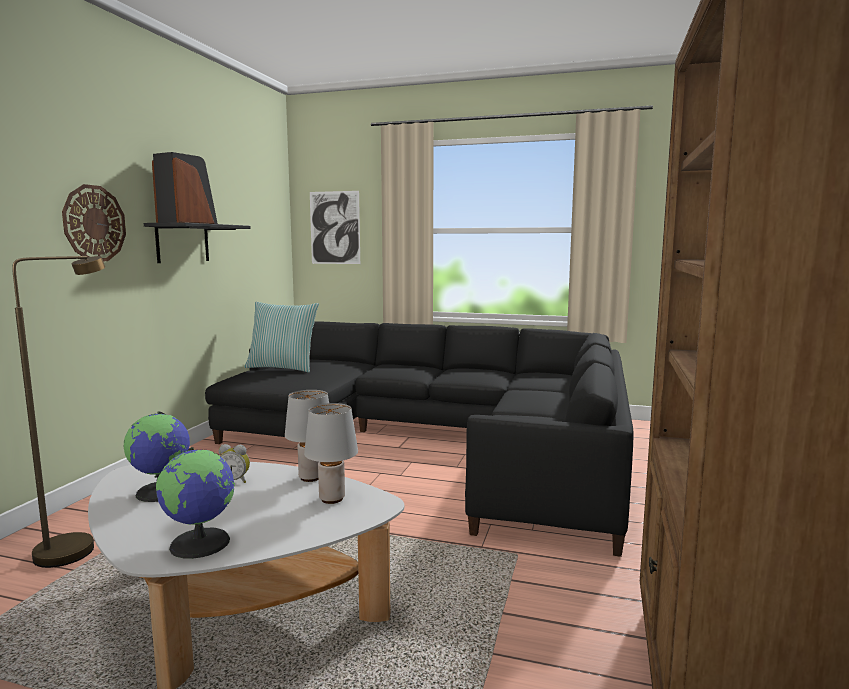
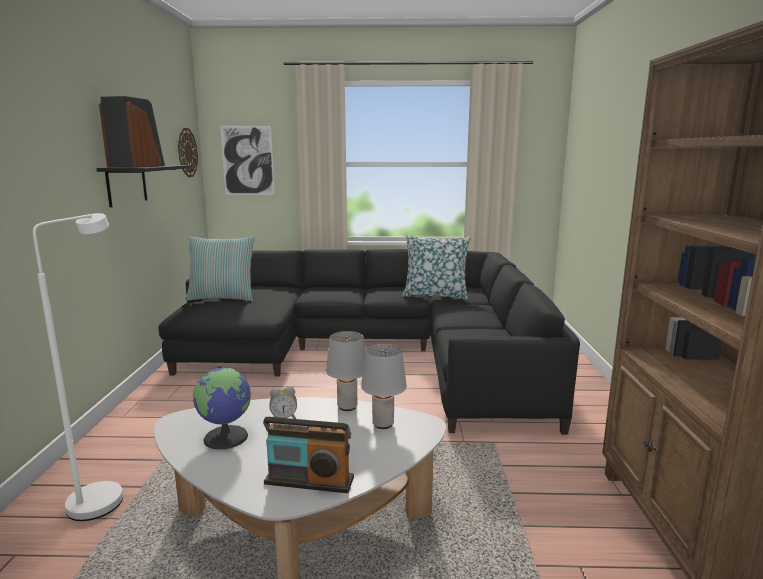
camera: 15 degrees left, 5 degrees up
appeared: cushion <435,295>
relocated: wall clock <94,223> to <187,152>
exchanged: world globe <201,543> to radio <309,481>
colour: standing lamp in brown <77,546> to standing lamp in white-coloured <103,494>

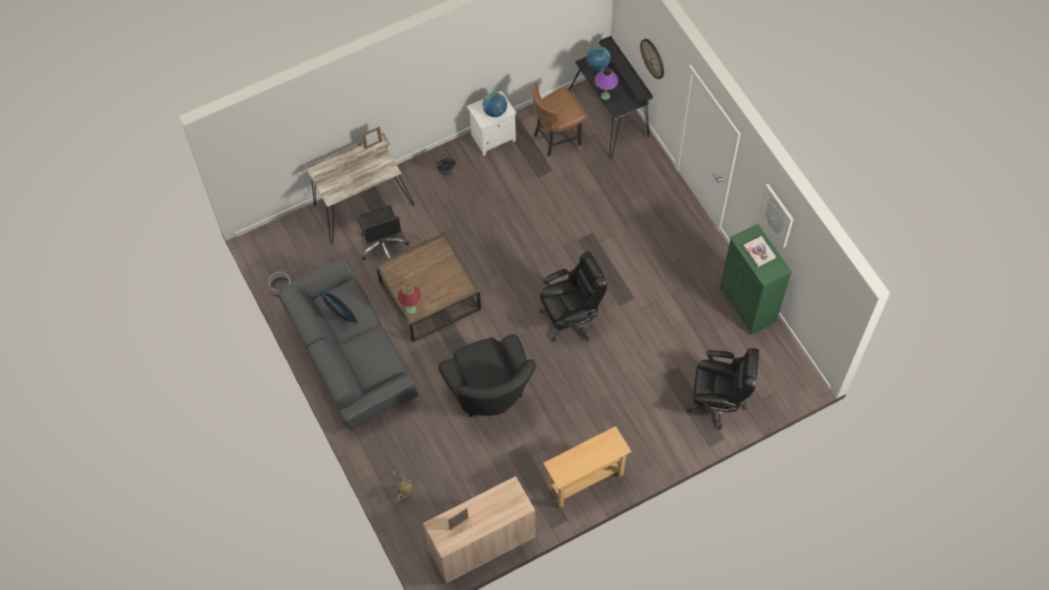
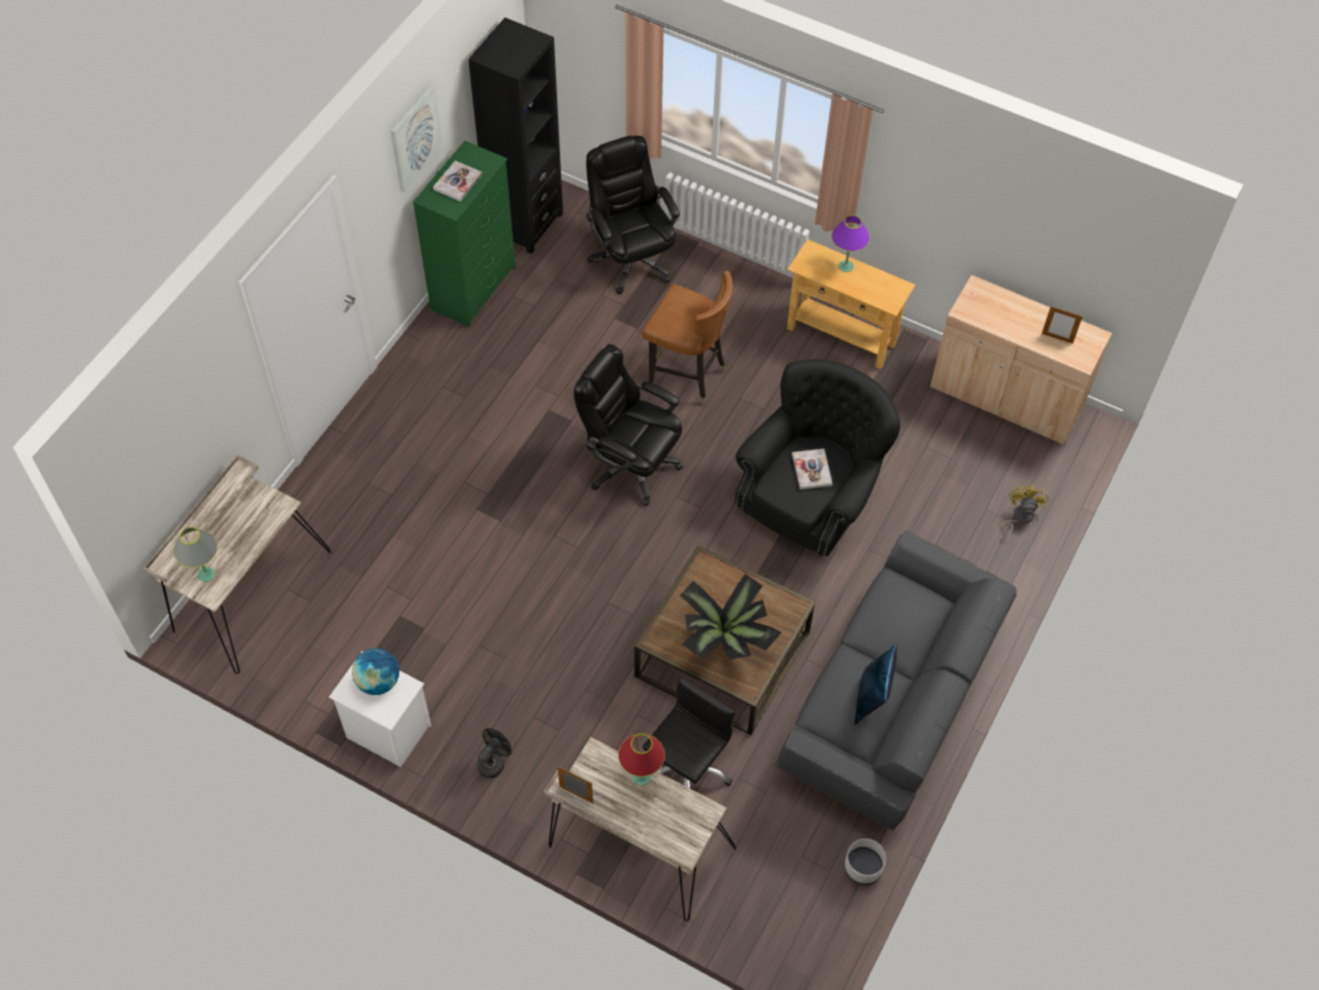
camera: 125 degrees left, 5 degrees down
missing: wall clock <653,58>
appeared: shelving unit in black-coloured <525,223>; plant in a pot <725,638>; volume <811,470>
relocated: lamp for a table in reddish <411,309> to <641,777>; plain chair in brown <556,141> to <686,376>; lamp for a table in purple-coloured <605,96> to <845,266>
exchanged: world globe <597,65> to lamp for a table in grey <206,574>
colour: desk in black-coloured <610,115> to desk in beige-coloured <248,592>

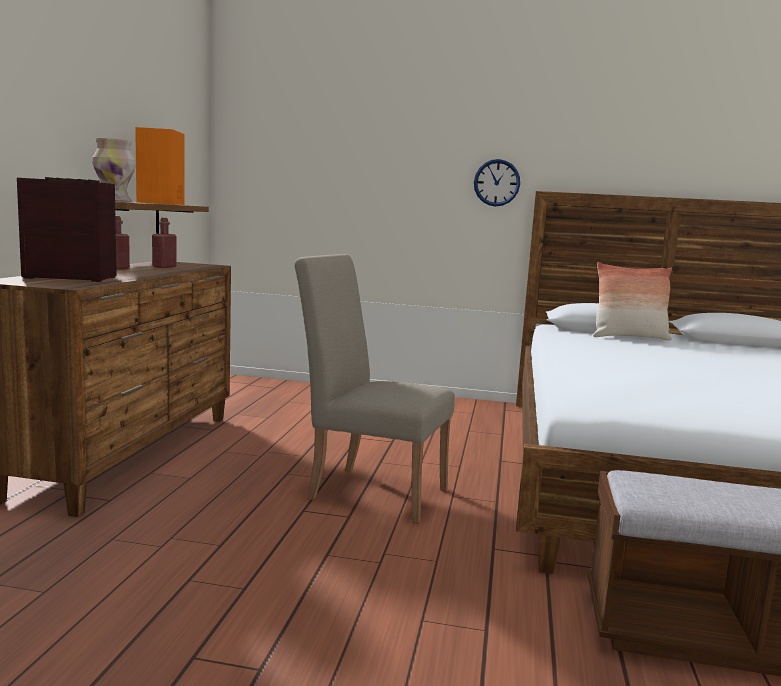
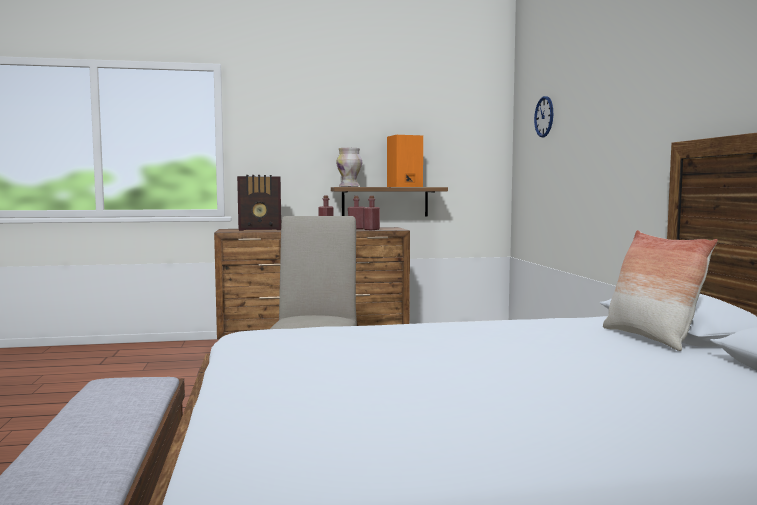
camera: 70 degrees right, 5 degrees down
appeared: beverage bottle in reddish <371,229>
relocated: wall clock <496,183> to <544,116>
spun: radio <69,277> = <261,229> 105 degrees clockwise

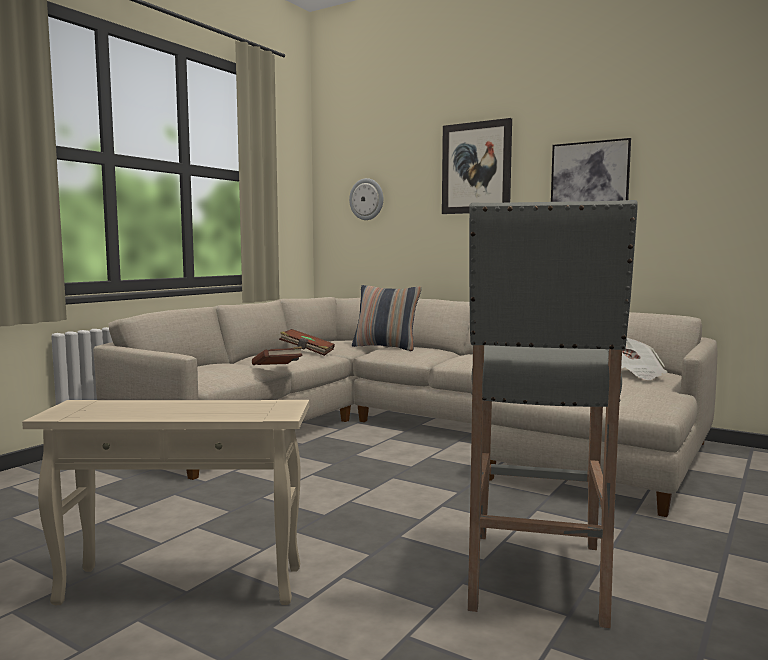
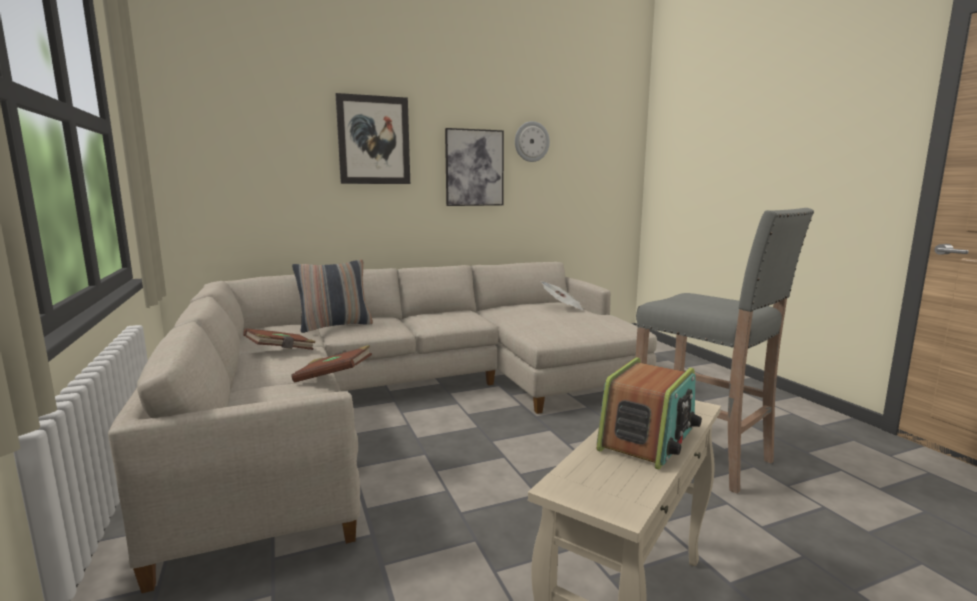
camera: 55 degrees left, 5 degrees up
appeared: radio <648,438>
relocated: wall clock <367,199> to <531,141>

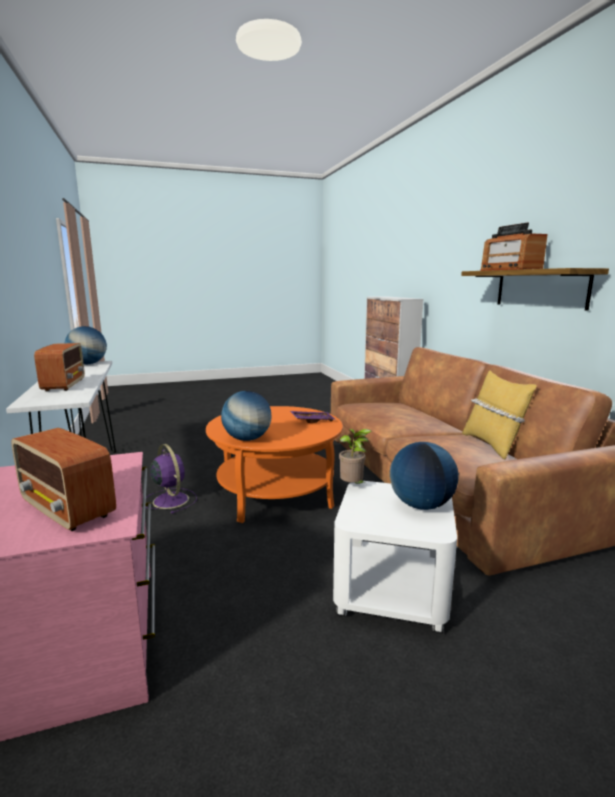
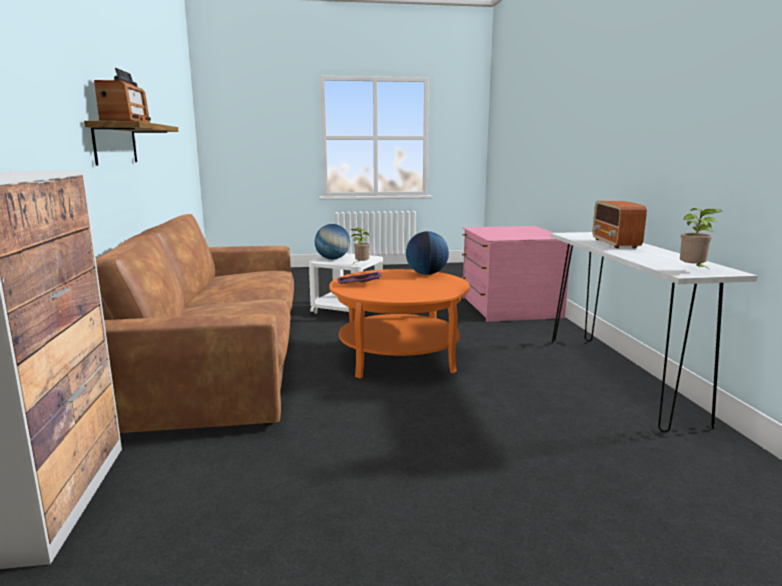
camera: 170 degrees left, 0 degrees up
missing: radio <68,509>; fan in purple-coloured <170,500>; cushion in yellow-coloured <492,445>
exchanged: world globe <88,364> to plant in a pot <693,270>

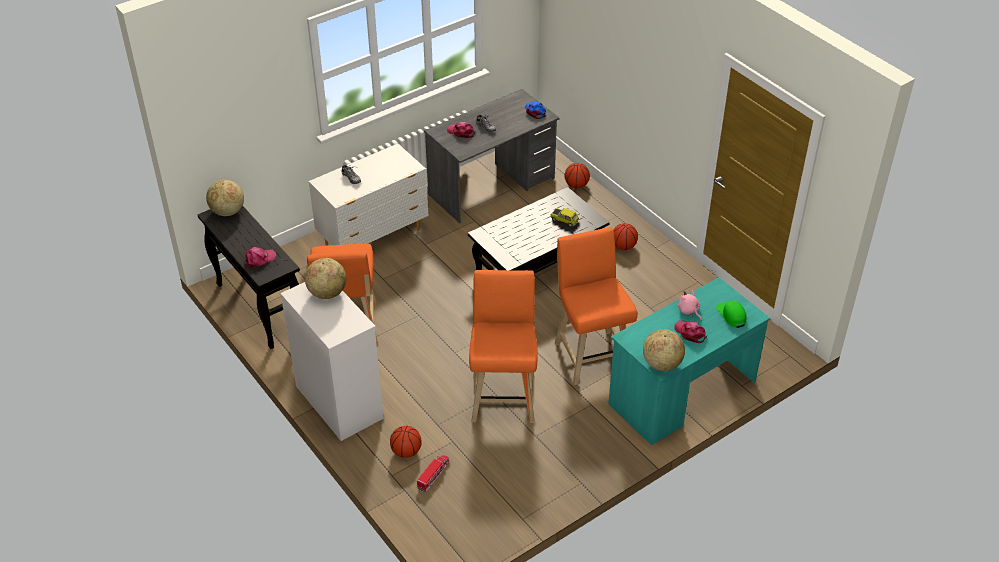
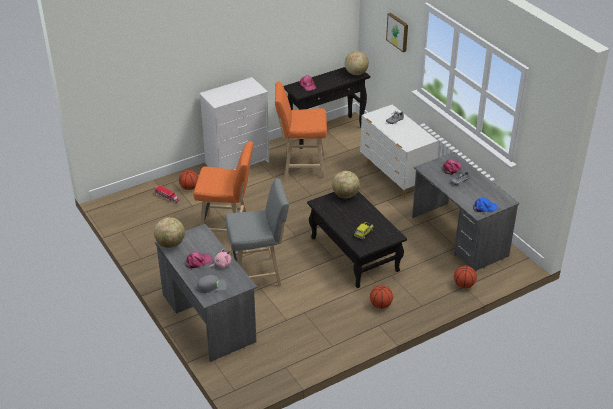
camera: 95 degrees right, 5 degrees down
appeared: wall picture <398,32>
relocated: world globe <327,293> to <345,195>
colour: stool seat in orangey <590,354> to stool seat in grey <258,274>; desk in blue-green <682,393> to desk in grey <208,318>; cap in greenish <731,315> to cap in grey <211,286>

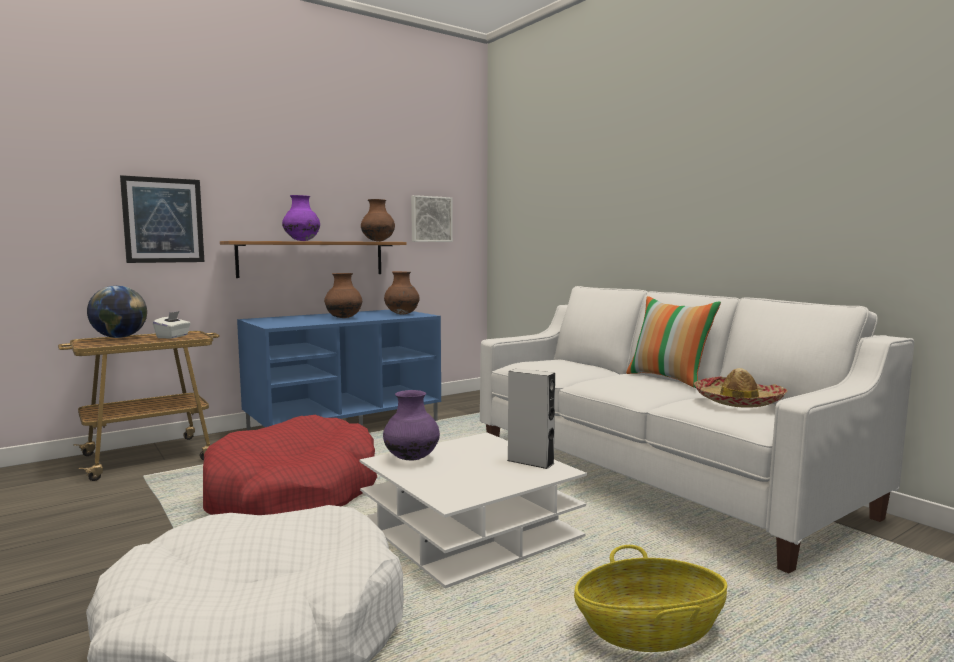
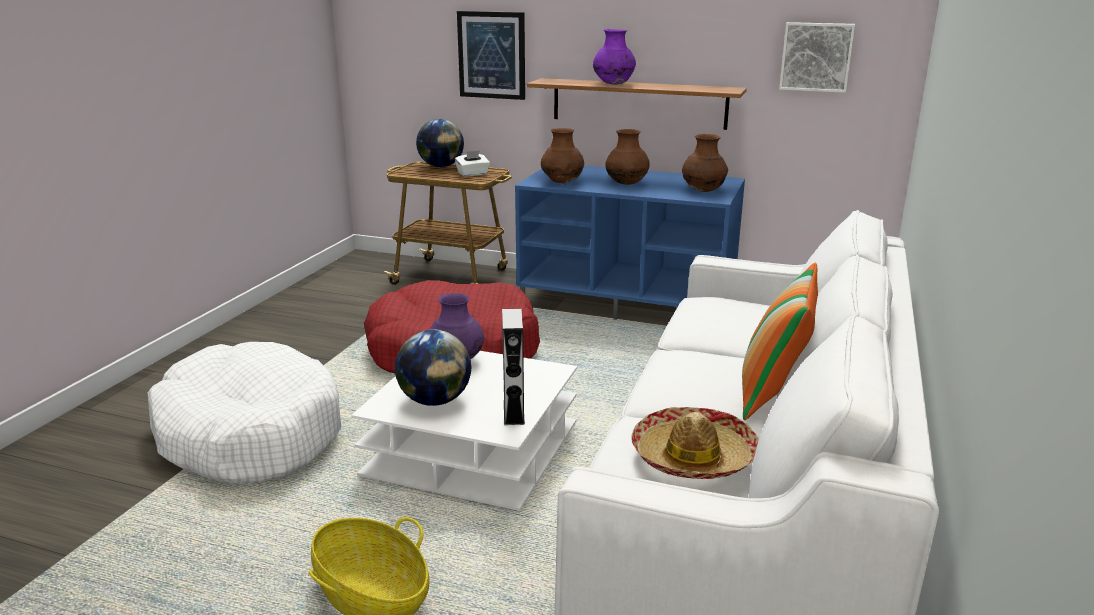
camera: 55 degrees right, 15 degrees up
appeared: world globe <435,400>
relocated: vase in brown <378,241> to <562,182>

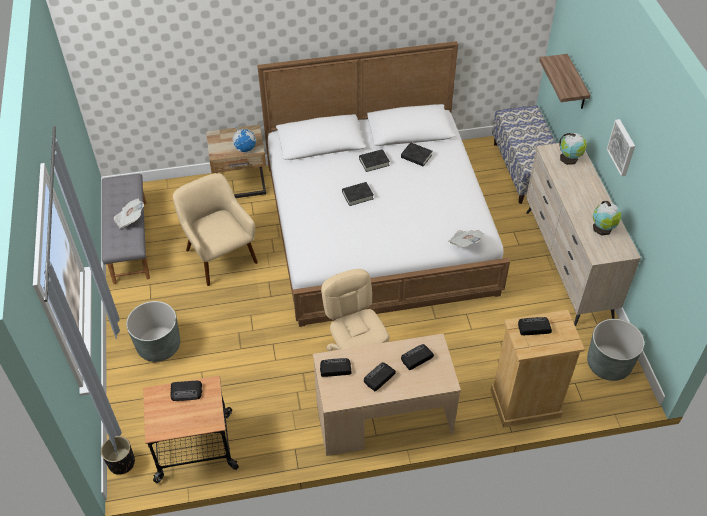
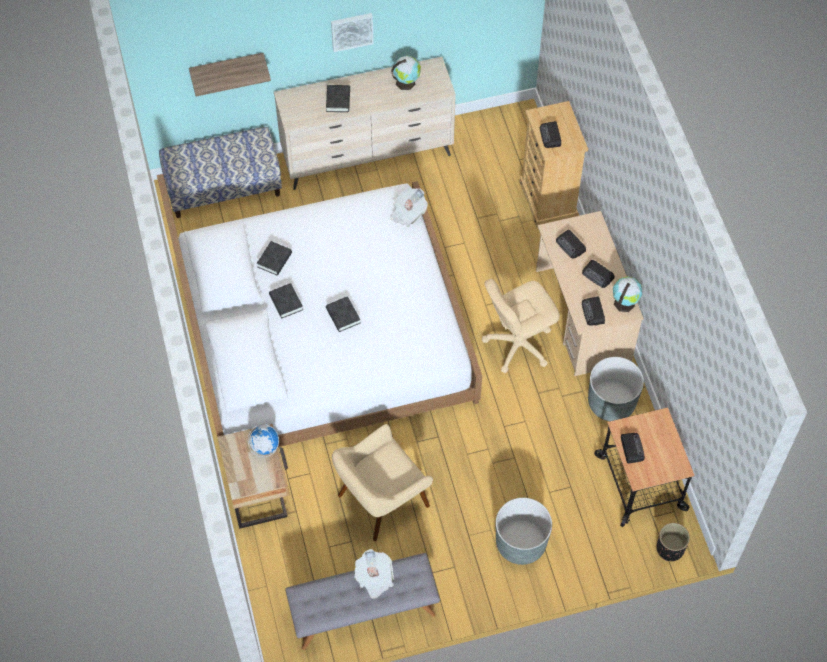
camera: 95 degrees left, 10 degrees up
appeared: volume in black-coloured <338,100>
relocated: world globe <569,159> to <624,302>; planter in grey <608,364> to <611,402>

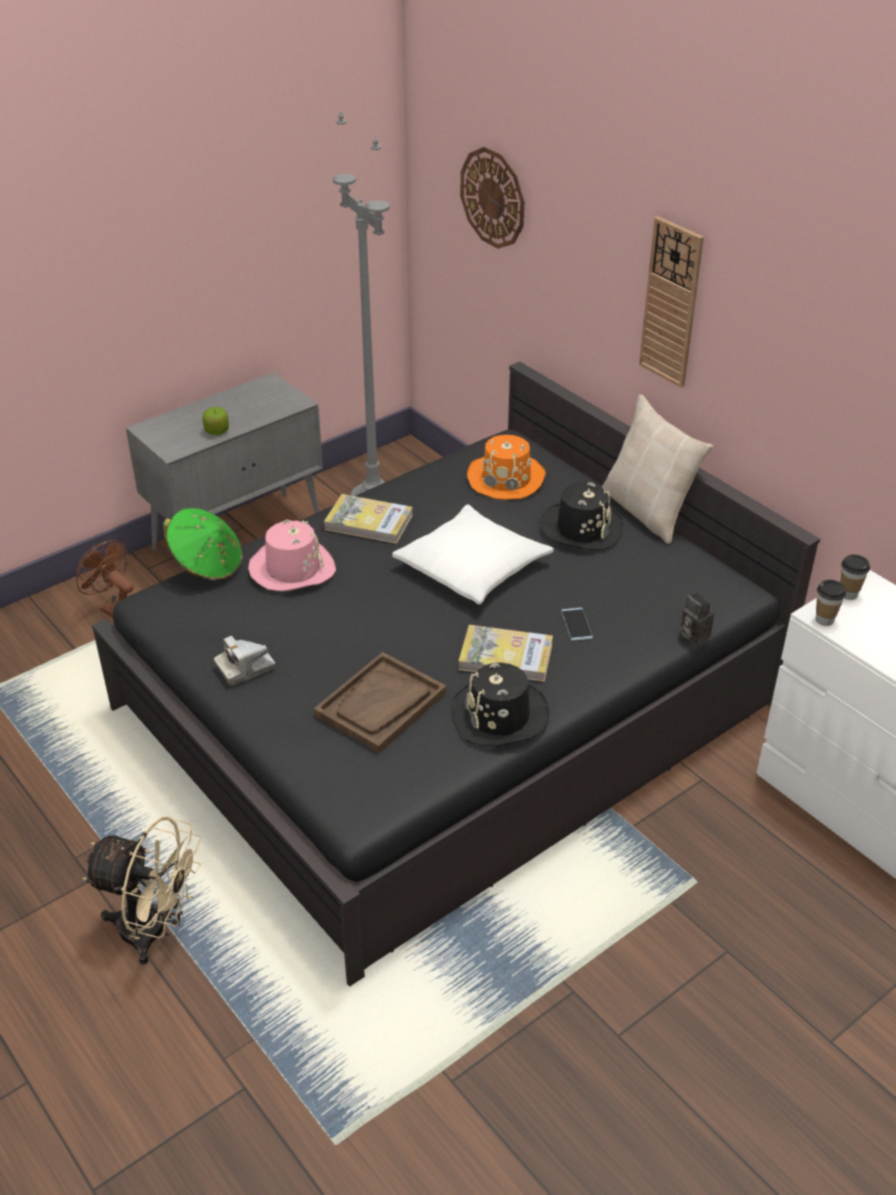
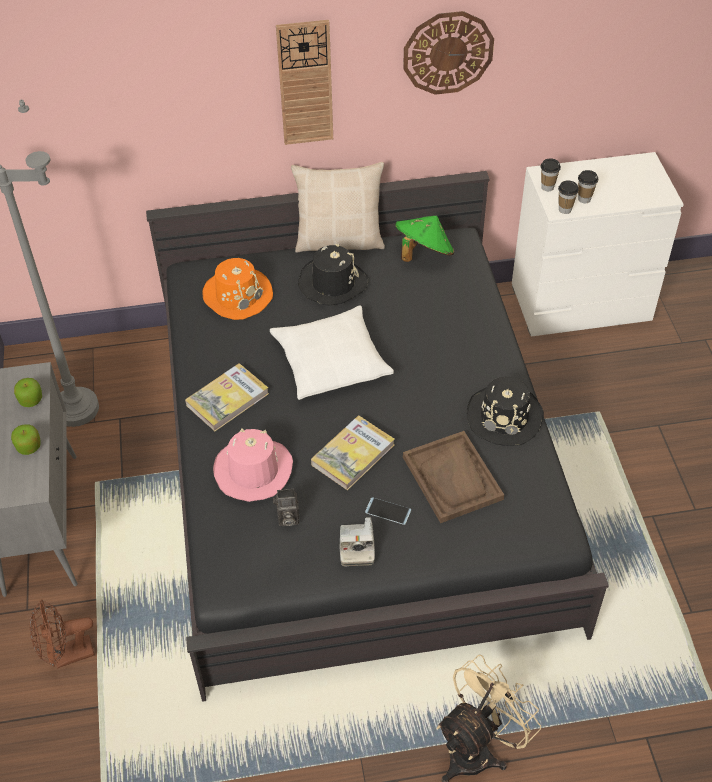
camera: 60 degrees left, 10 degrees up
appeared: whole apple <31,400>; cup <584,199>
relocated: clothing hat in greenish <207,565> to <423,253>; volume <505,657> to <353,455>; wall clock <493,198> to <448,52>; handset <576,624> to <388,511>; photo camera <692,635> to <287,519>

